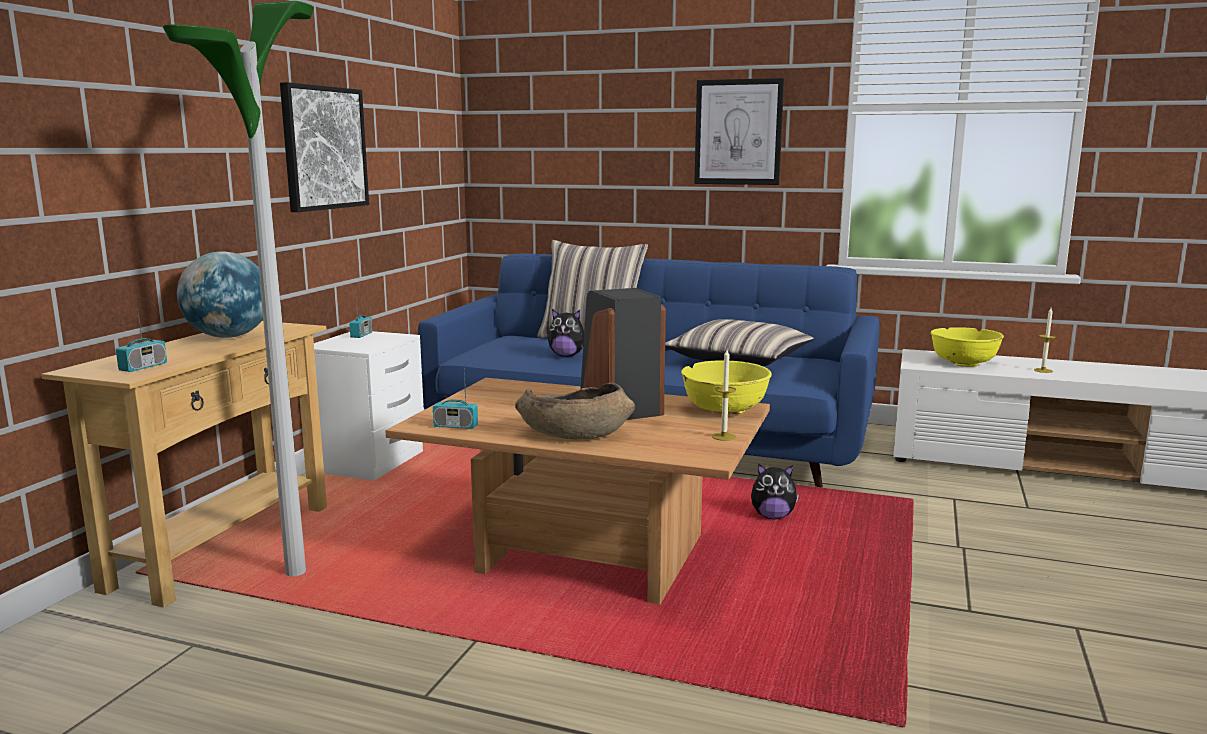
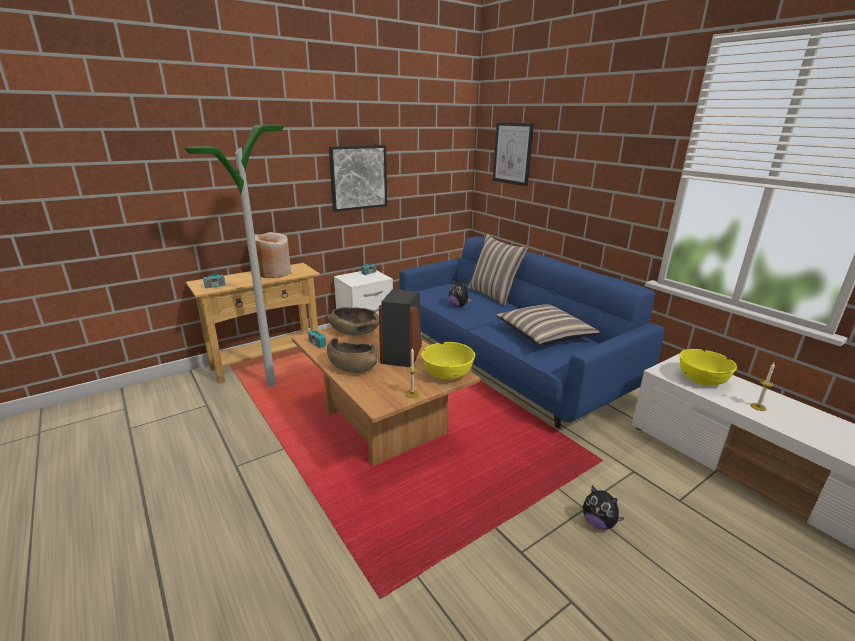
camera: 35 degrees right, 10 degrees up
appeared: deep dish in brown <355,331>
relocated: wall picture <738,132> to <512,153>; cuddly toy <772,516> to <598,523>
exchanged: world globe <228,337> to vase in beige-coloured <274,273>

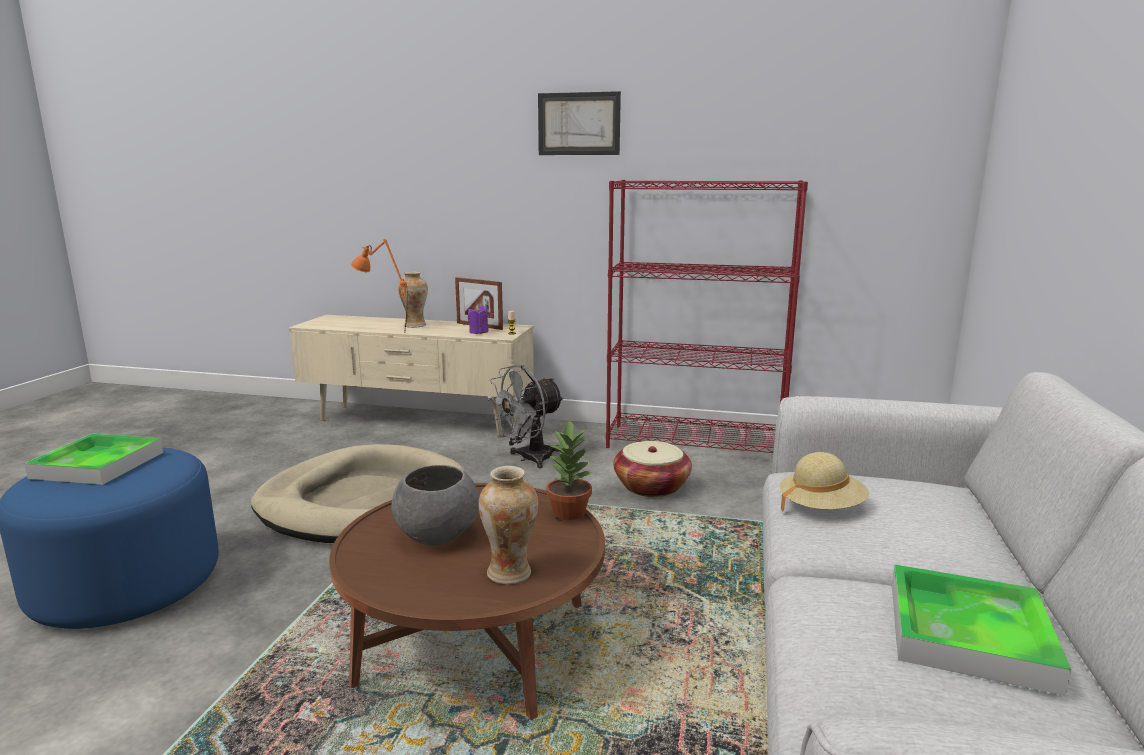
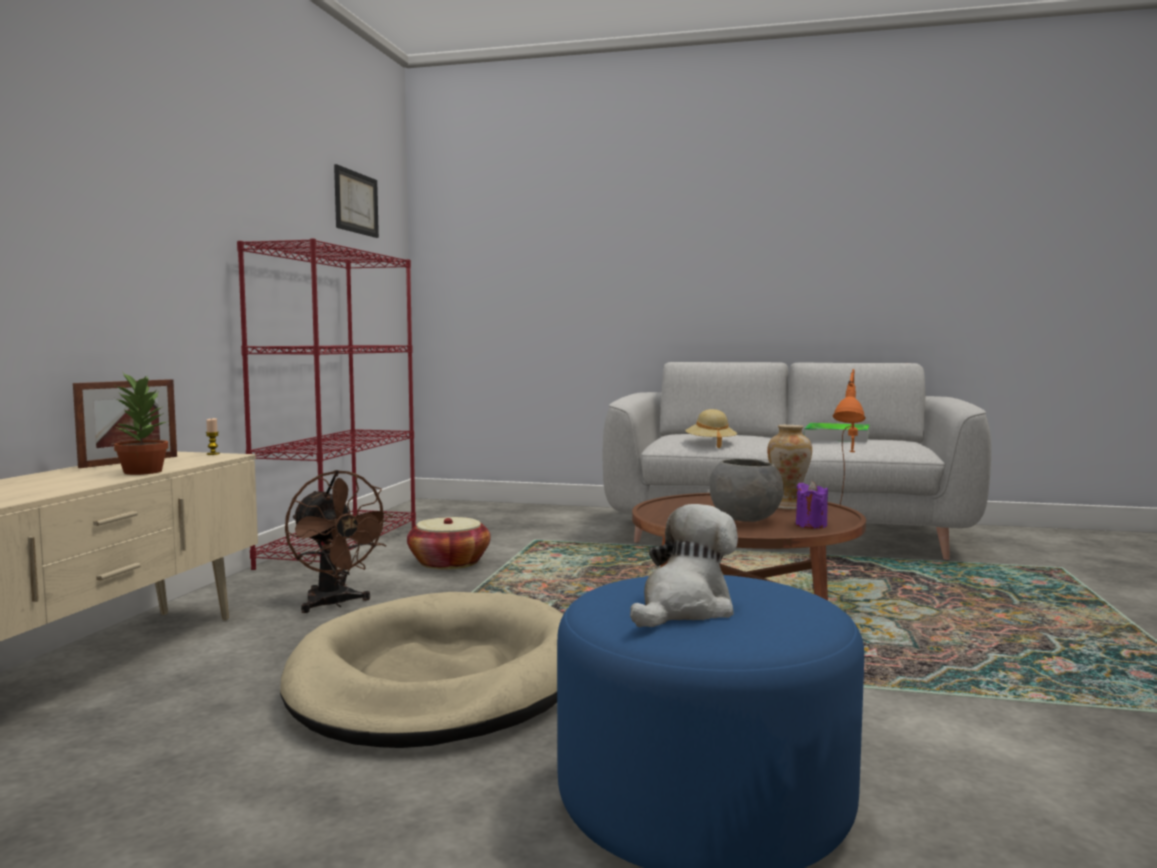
camera: 90 degrees left, 10 degrees down
missing: vase <415,325>
relocated: lamp for a table in orangey <383,332> to <848,513>; wax light in purple-coloured <478,332> to <811,525>; wall picture <579,124> to <356,202>; plant in a pot <570,512> to <143,471>
exchanged: serving tray <98,465> to cuddly toy <684,609>
colour: fan in grey <529,459> to fan in brown <334,604>

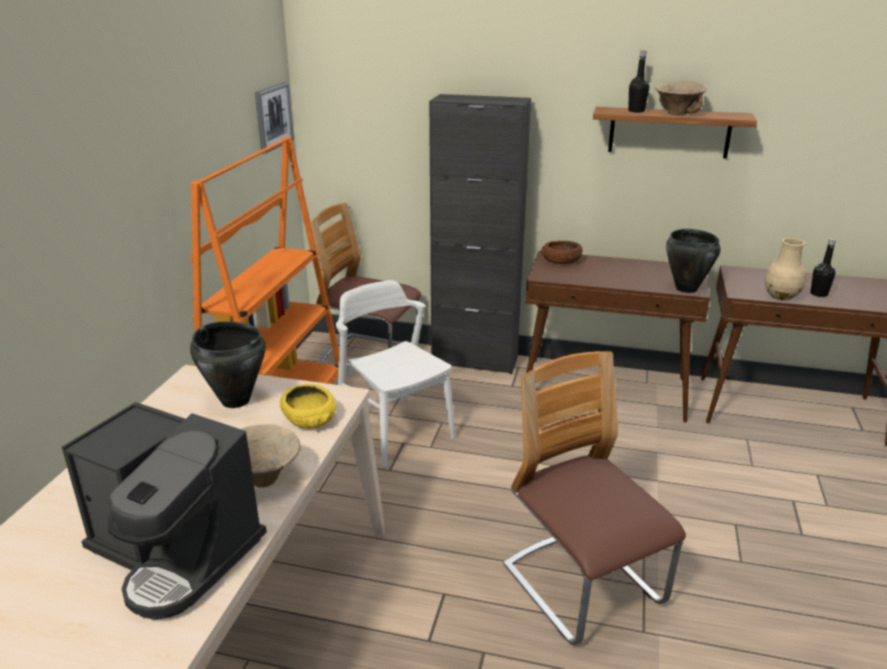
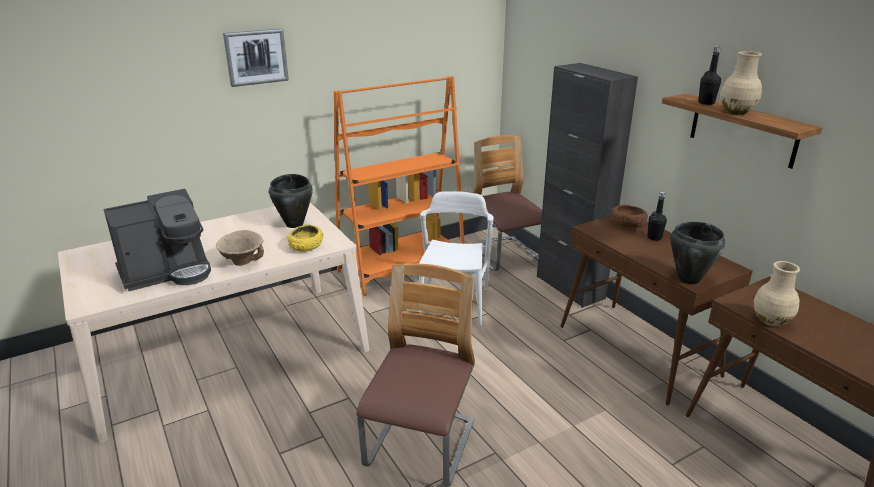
camera: 45 degrees right, 0 degrees up
relocated: wall picture <273,117> to <256,57>; beverage bottle in black-coloured <818,294> to <654,238>
exchanged: deep dish in beige-coloured <676,113> to vase in beige-coloured <736,112>
spun: coffee brewer <176,553> = <168,272> 105 degrees counterclockwise

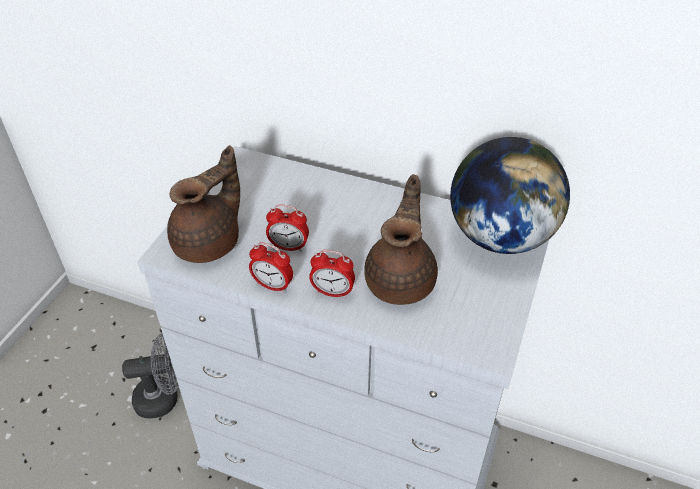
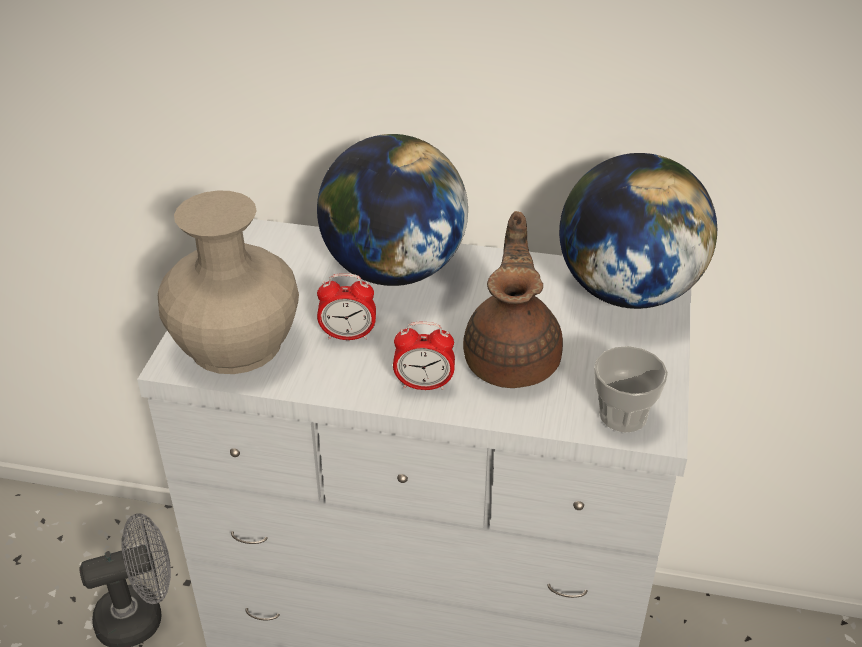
camera: 10 degrees left, 5 degrees down
missing: table clock <273,285>
appeared: world globe <393,270>; cup <623,415>
exchanged: tea pot in brown <210,242> to vase in beige-coloured <236,343>

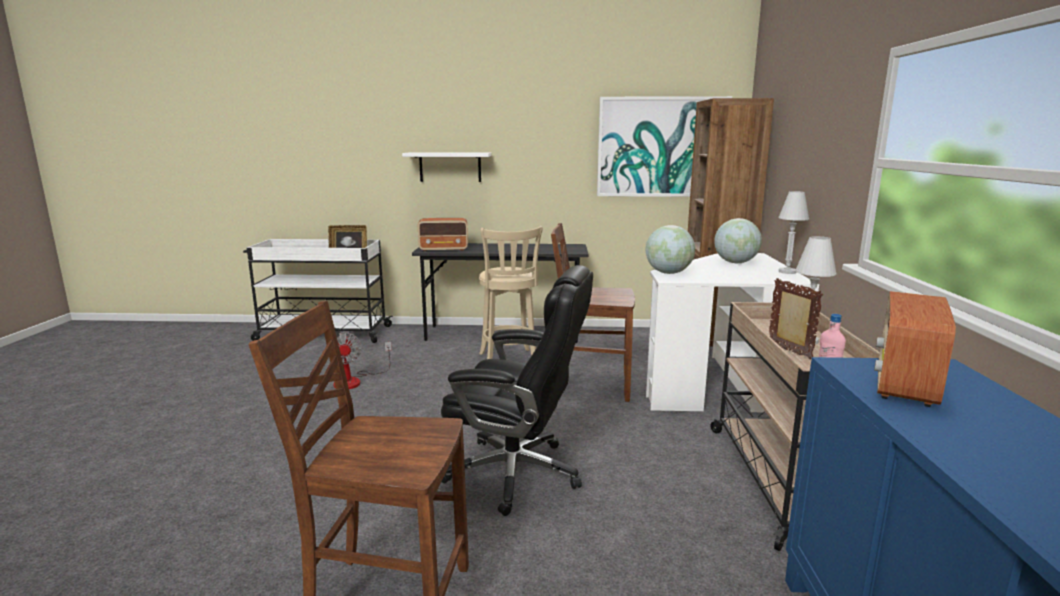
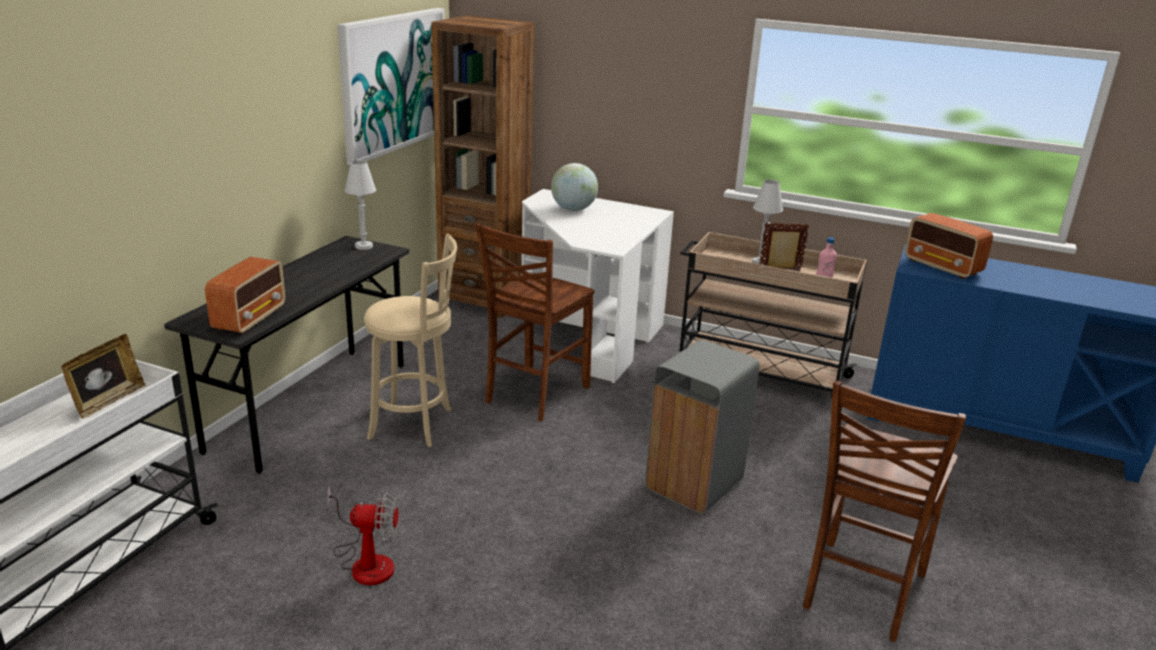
camera: 70 degrees left, 10 degrees up
missing: shelf in white-coloured <450,167>; world globe <668,273>
relocated: lamp for a table in white-coloured <787,272> to <363,246>
exchanged: desk chair in black-coloured <517,473> to rubbish bin in grey <695,485>

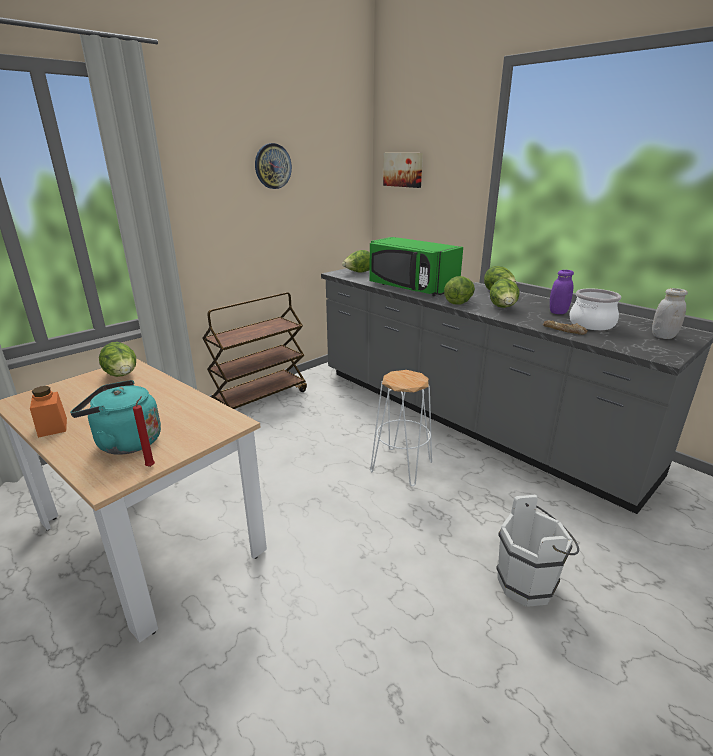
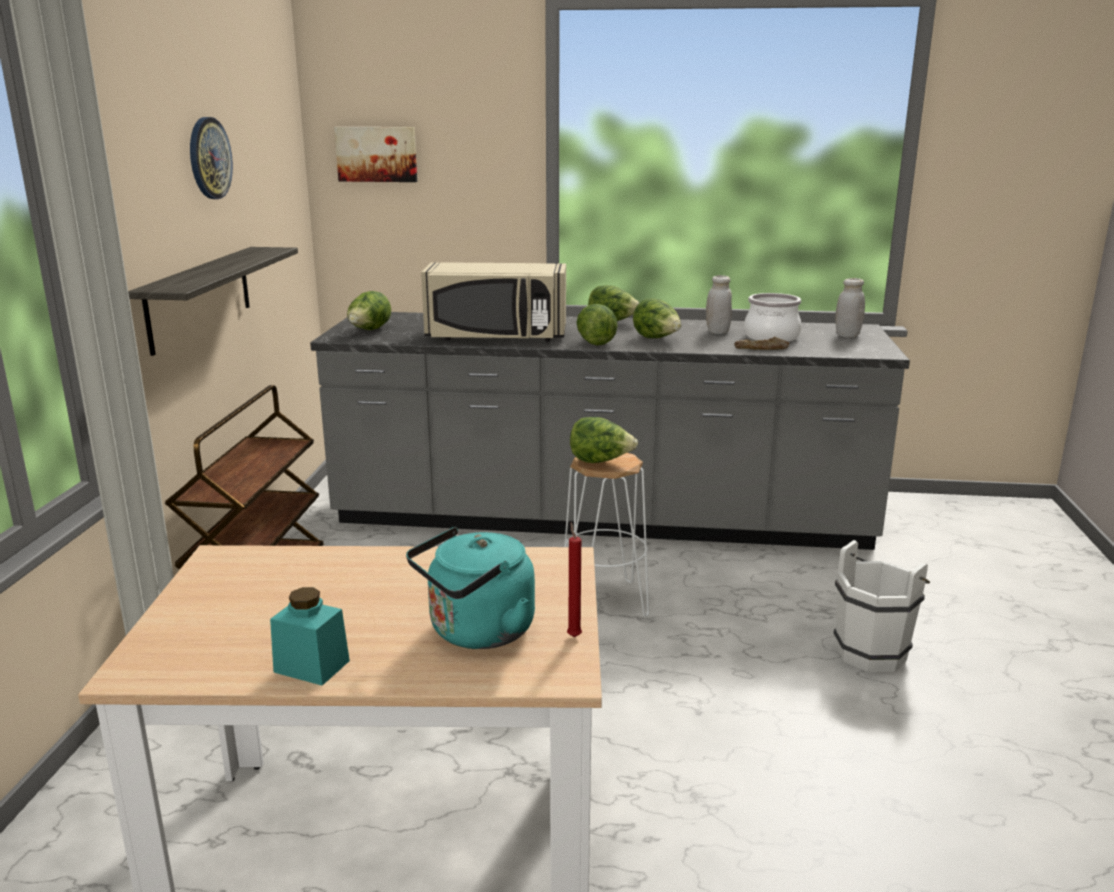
camera: 40 degrees left, 5 degrees down
appeared: shelf <200,298>
relocated: head of lettuce <122,376> to <600,461>
colour: jar in orangey <52,427> to jar in blue-green <312,666>; microwave oven in greenish <411,288> to microwave oven in beige-coloured <496,337>; jar in purple-coloured <558,312> to jar in white-coloured <717,332>

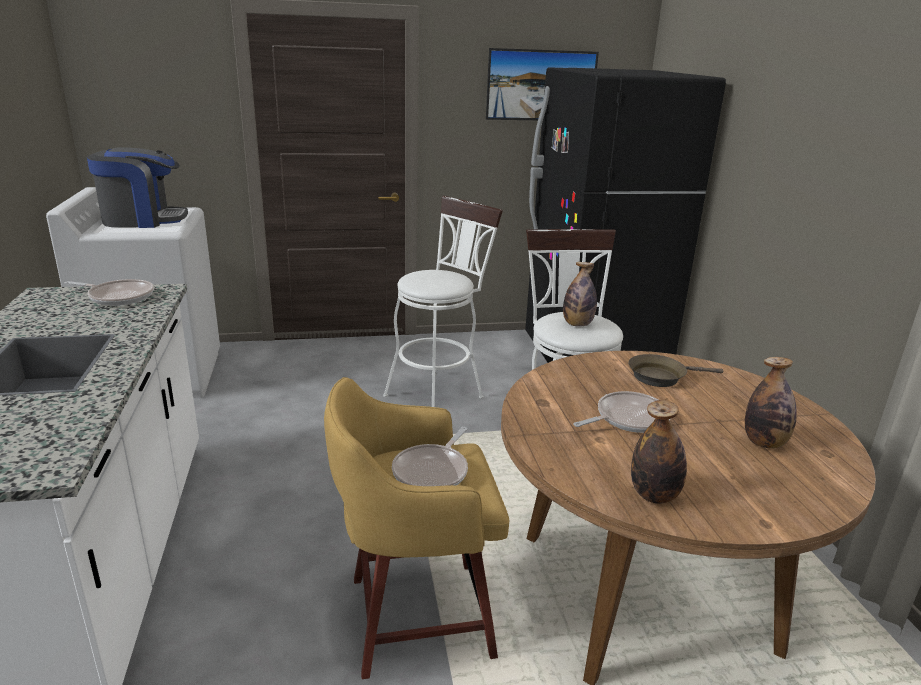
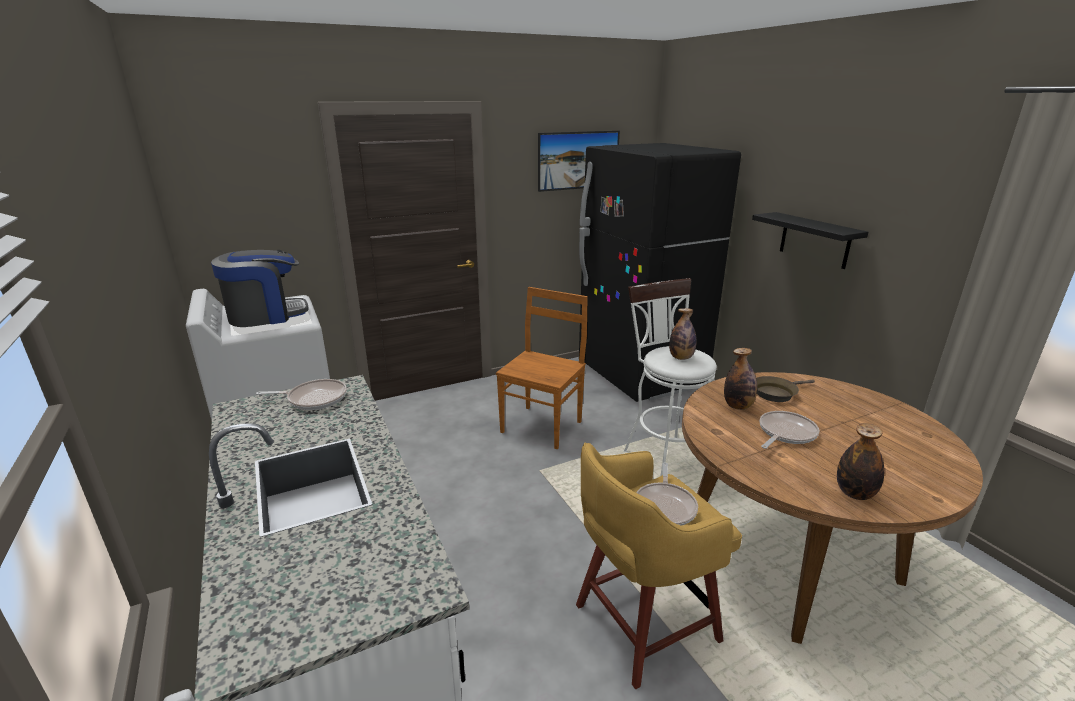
camera: 15 degrees left, 0 degrees up
appeared: shelf in black-coloured <814,240>
relocated: beverage bottle <764,443> to <738,406>
exchanged: stool seat in white-coloured <439,393> to plain chair in brown <542,426>

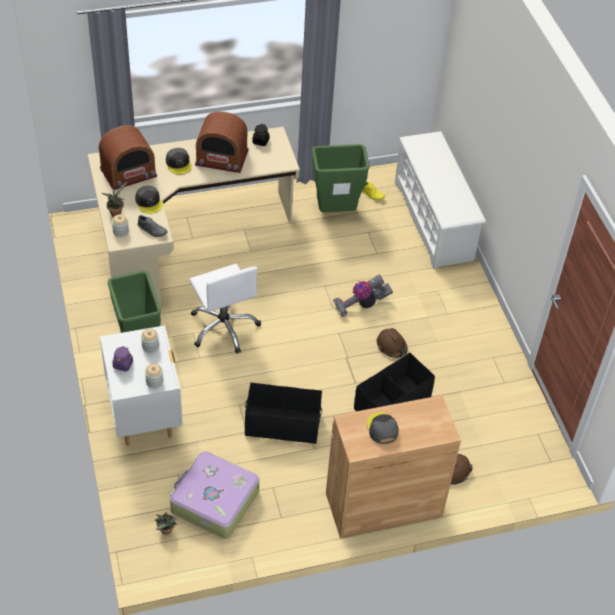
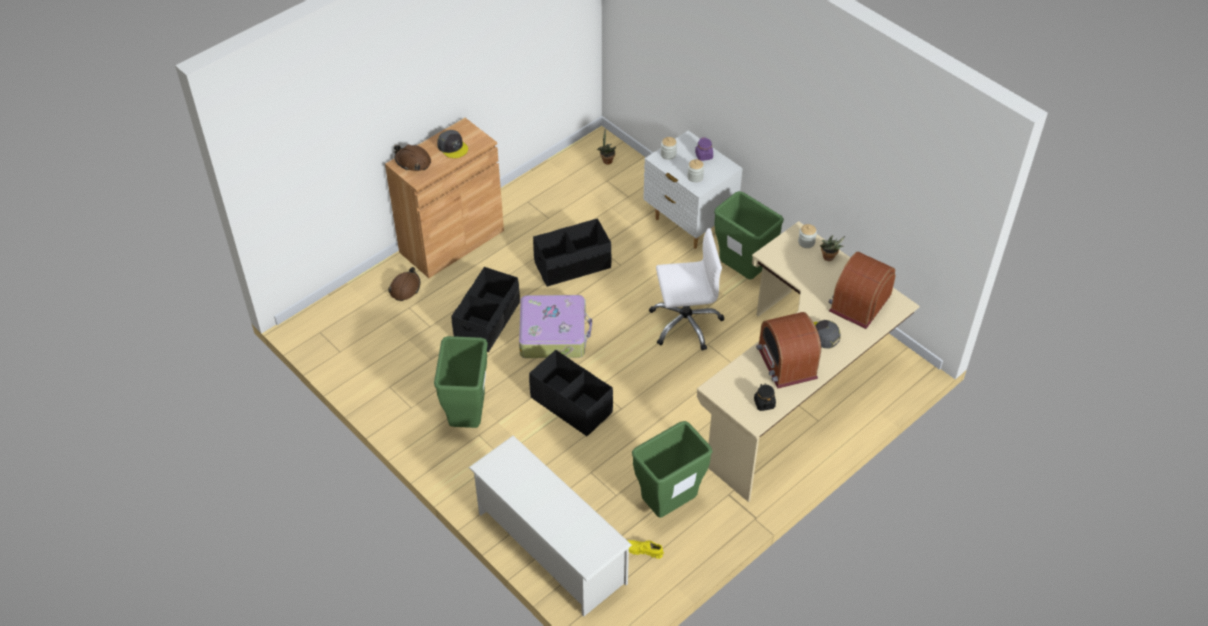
camera: 155 degrees right, 0 degrees up
missing: cap in grey <149,202>; low shoe in grey <152,230>
appeared: rubbish bin in greenish <467,417>
relocated: suitcase <213,501> to <553,333>; work helmet in brown <391,346> to <413,161>
exchanged: vacuum cleaner <361,304> to storage box in black-coloured <571,404>
spun: desk chair in white-coloured <224,327> = <685,323> 135 degrees clockwise; radio <221,158> = <786,363> 90 degrees counterclockwise

